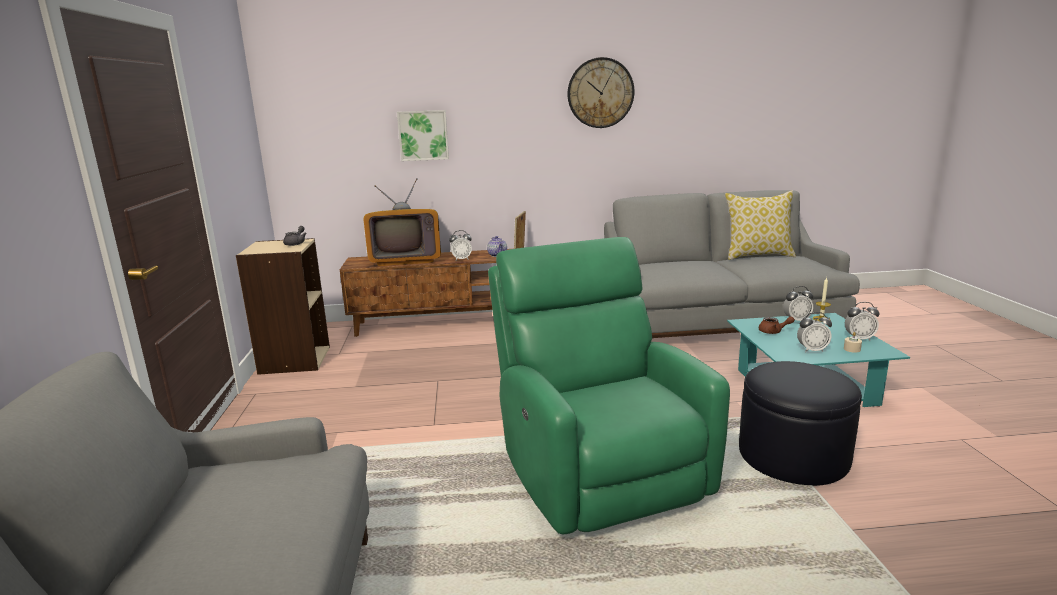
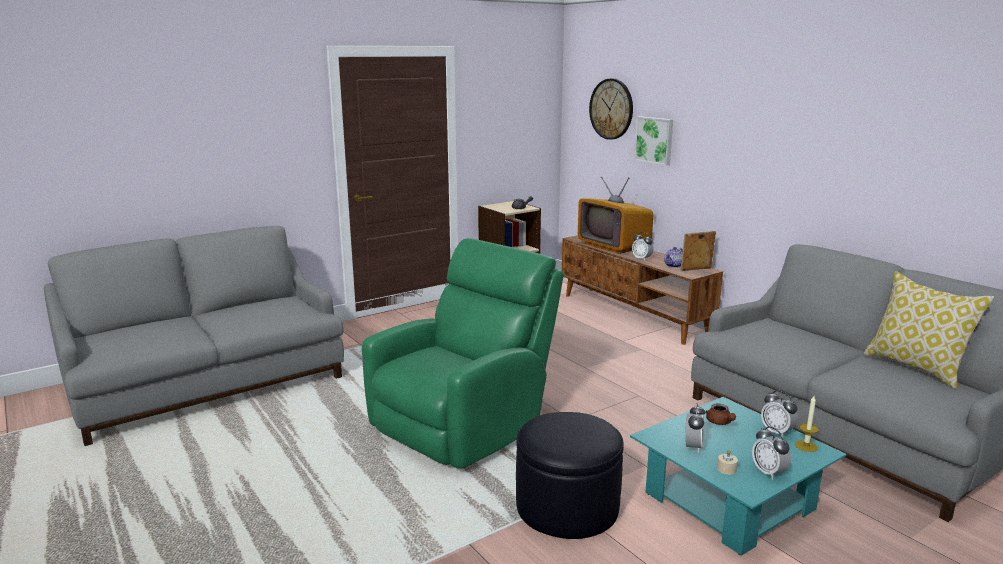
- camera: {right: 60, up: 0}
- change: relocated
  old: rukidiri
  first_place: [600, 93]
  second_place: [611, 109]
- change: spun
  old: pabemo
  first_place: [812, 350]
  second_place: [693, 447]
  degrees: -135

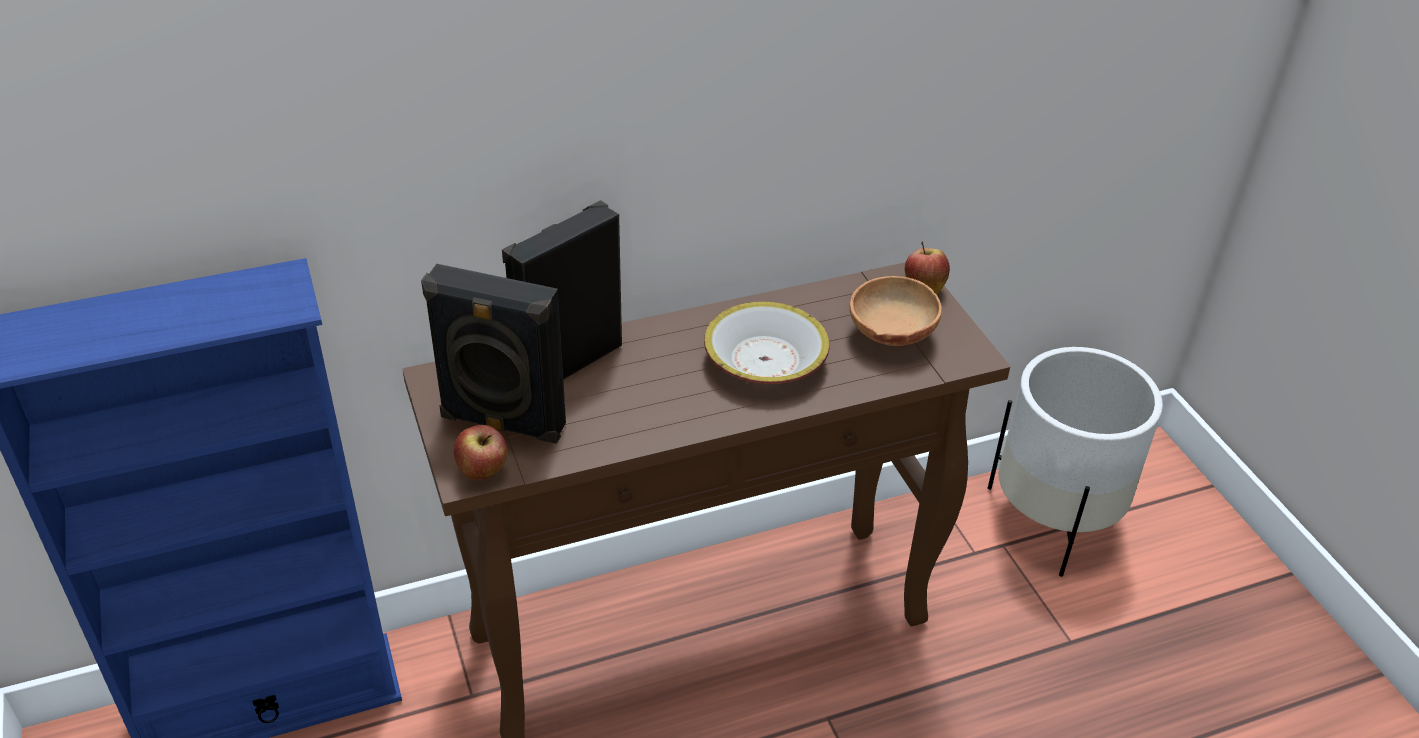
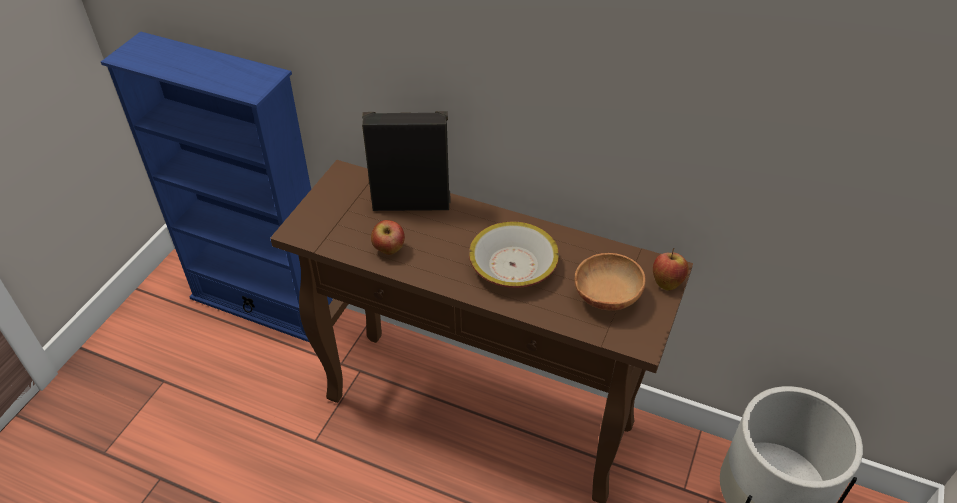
- camera: {right: 45, up: 5}
- change: missing
  old: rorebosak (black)
  first_place: [502, 424]
- change: relocated
  old: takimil
  first_place: [483, 472]
  second_place: [389, 250]

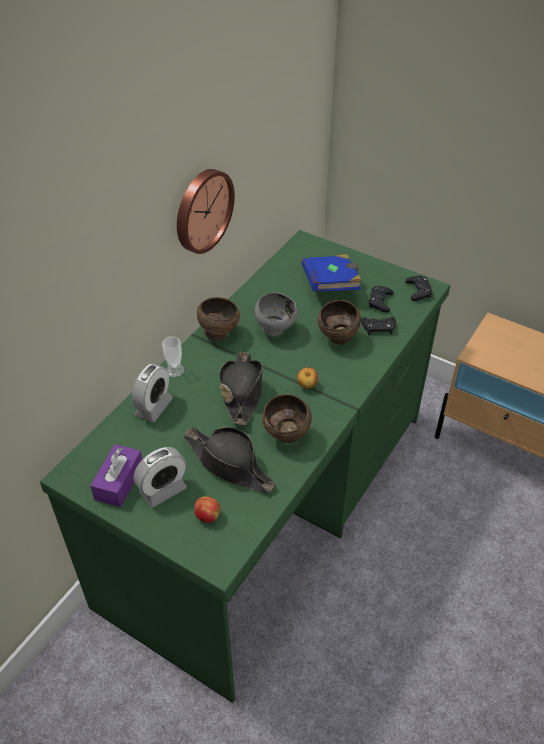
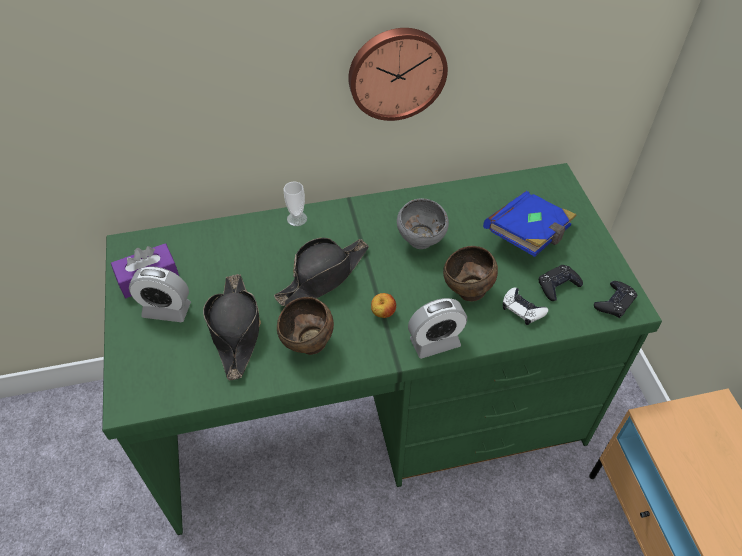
- camera: {right: 45, up: 5}
- change: missing
  old: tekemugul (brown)
  first_place: [218, 334]
- change: colour
  old: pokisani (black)
  new: pokisani (white)
  first_place: [378, 327]
  second_place: [522, 309]
- change: relocated
  old: pabemo
  first_place: [154, 407]
  second_place: [435, 342]
- change: missing
  old: takimil
  first_place: [207, 516]

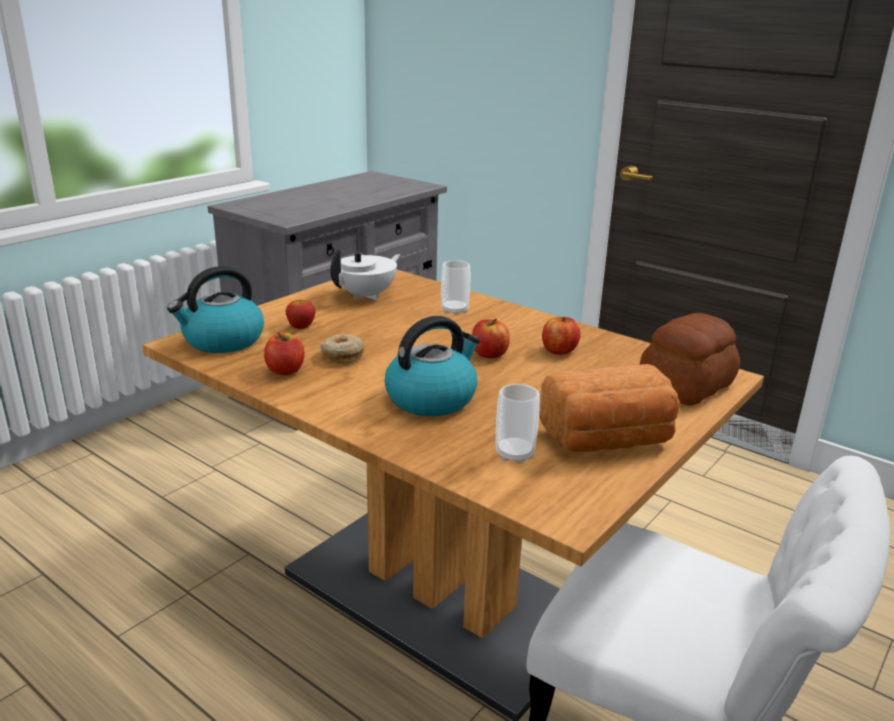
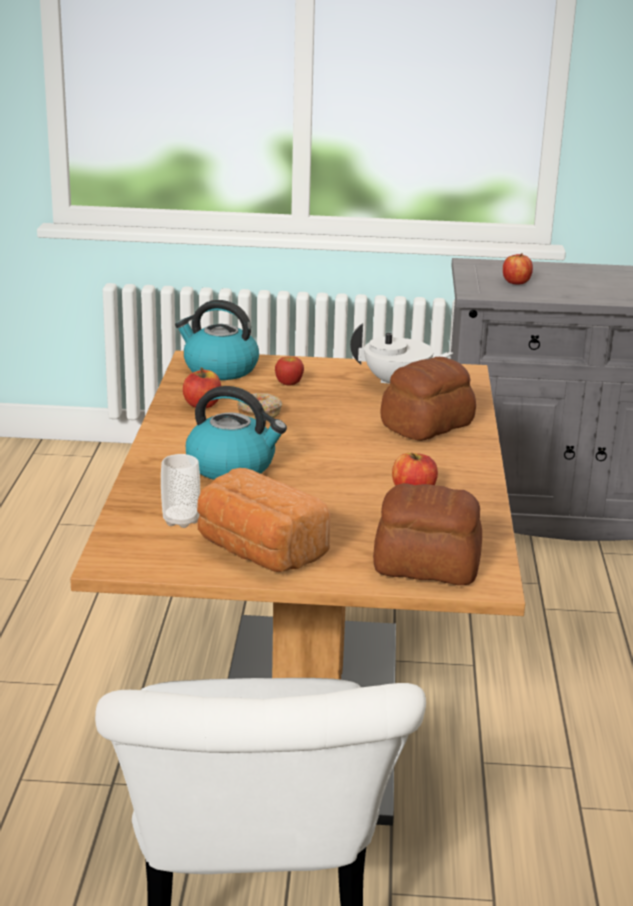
- camera: {right: 55, up: 0}
- change: exchanged
  old: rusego
  new: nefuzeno
  first_place: [454, 311]
  second_place: [428, 425]
- change: relocated
  old: takimil
  first_place: [489, 354]
  second_place: [516, 282]

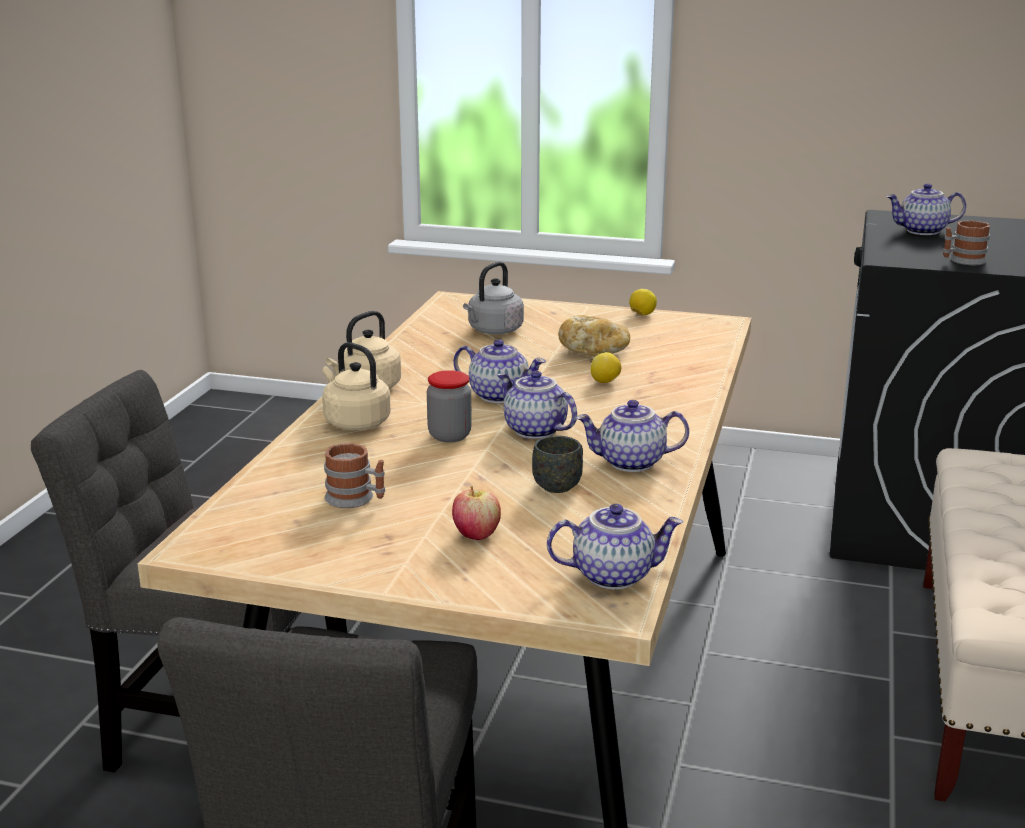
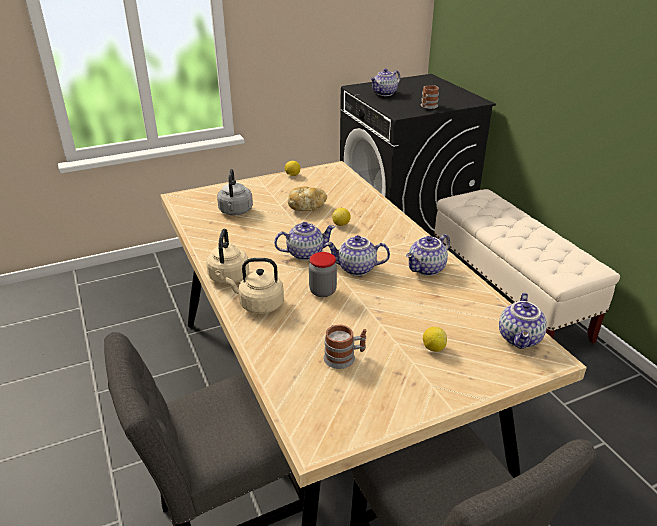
- camera: {right: -40, up: 10}
- change: missing
  old: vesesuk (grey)
  first_place: [561, 483]
- change: exchanged
  old: takimil
  new: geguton
  first_place: [476, 534]
  second_place: [433, 348]
- change: spun
  old: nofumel
  first_place: [613, 575]
  second_place: [520, 339]
  degrees: 150

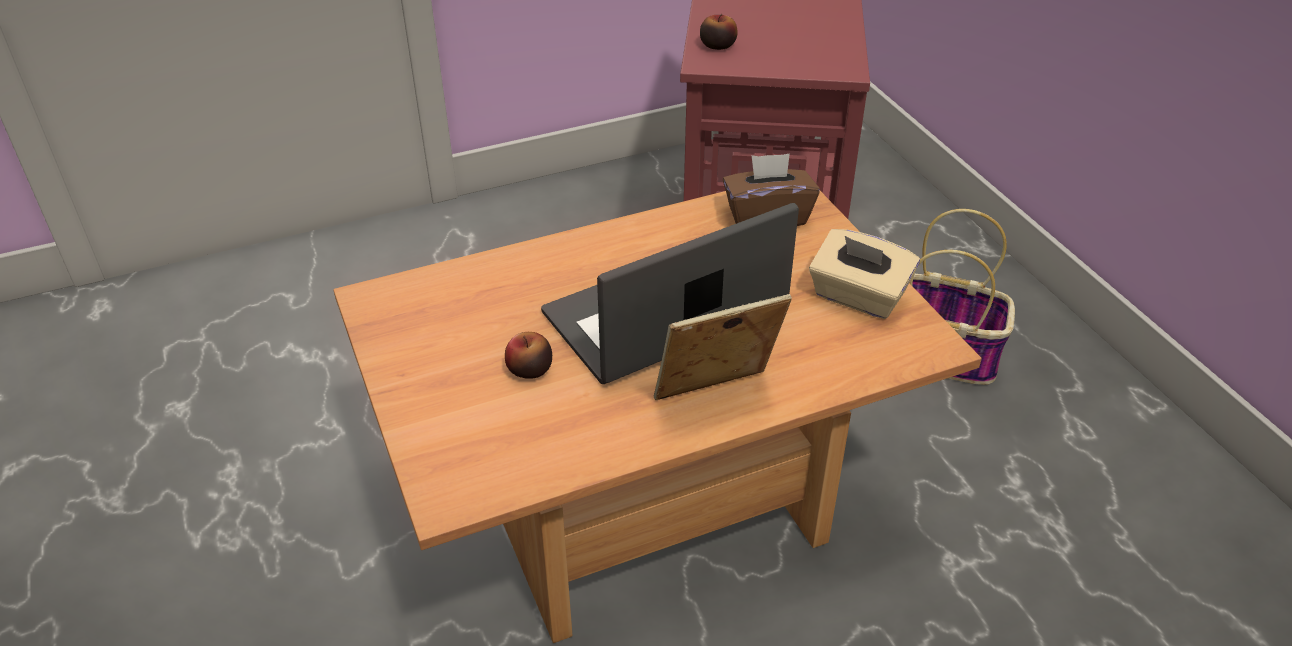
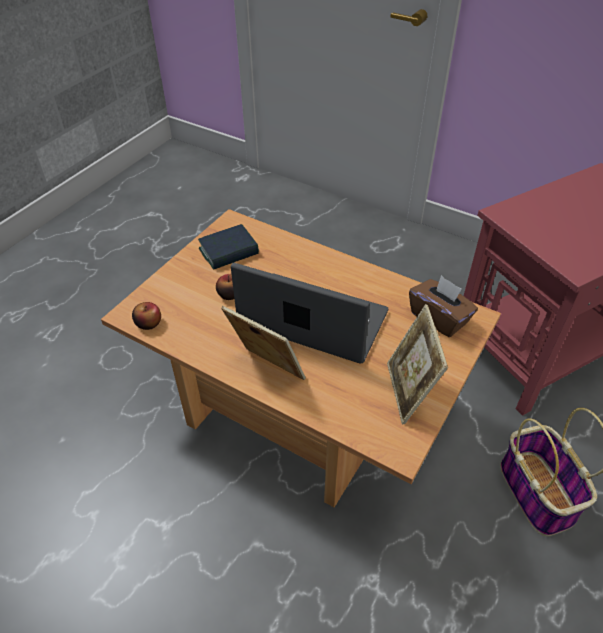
- camera: {right: 55, up: 5}
- change: relocated
  old: takimil
  first_place: [717, 45]
  second_place: [148, 323]
- change: exchanged
  old: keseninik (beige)
  new: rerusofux
  first_place: [858, 297]
  second_place: [409, 392]
- change: appeared
  new: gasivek
  second_place: [229, 252]

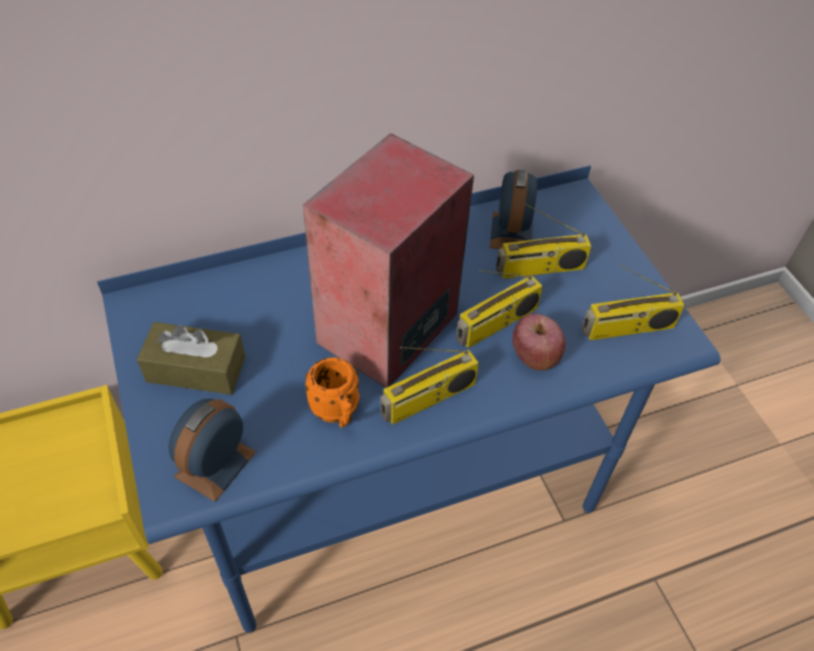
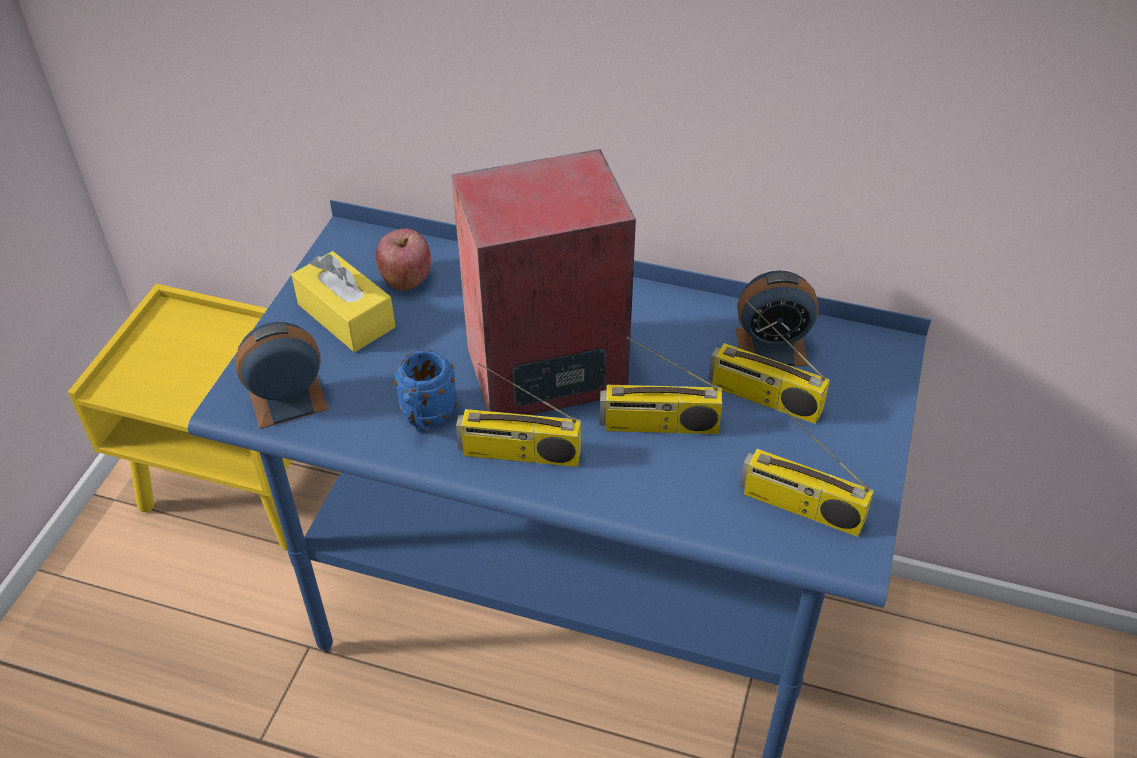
- camera: {right: 40, up: -5}
- change: spun
  old: pabemo
  first_place: [511, 232]
  second_place: [771, 347]
  degrees: -135
- change: relocated
  old: takimil
  first_place: [534, 357]
  second_place: [406, 279]
- change: colour
  old: keseninik (brown)
  new: keseninik (yellow)
  first_place: [196, 369]
  second_place: [346, 316]
- change: colour
  old: vesesuk (orange)
  new: vesesuk (blue)
  first_place: [337, 413]
  second_place: [426, 418]

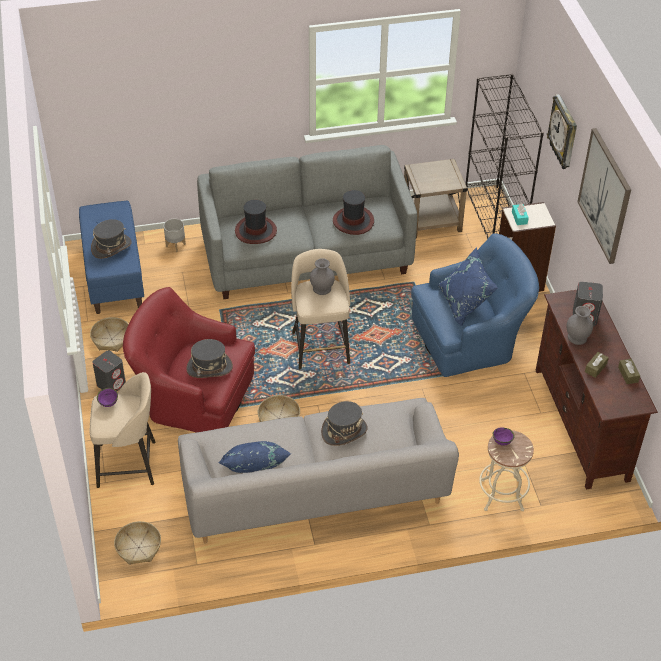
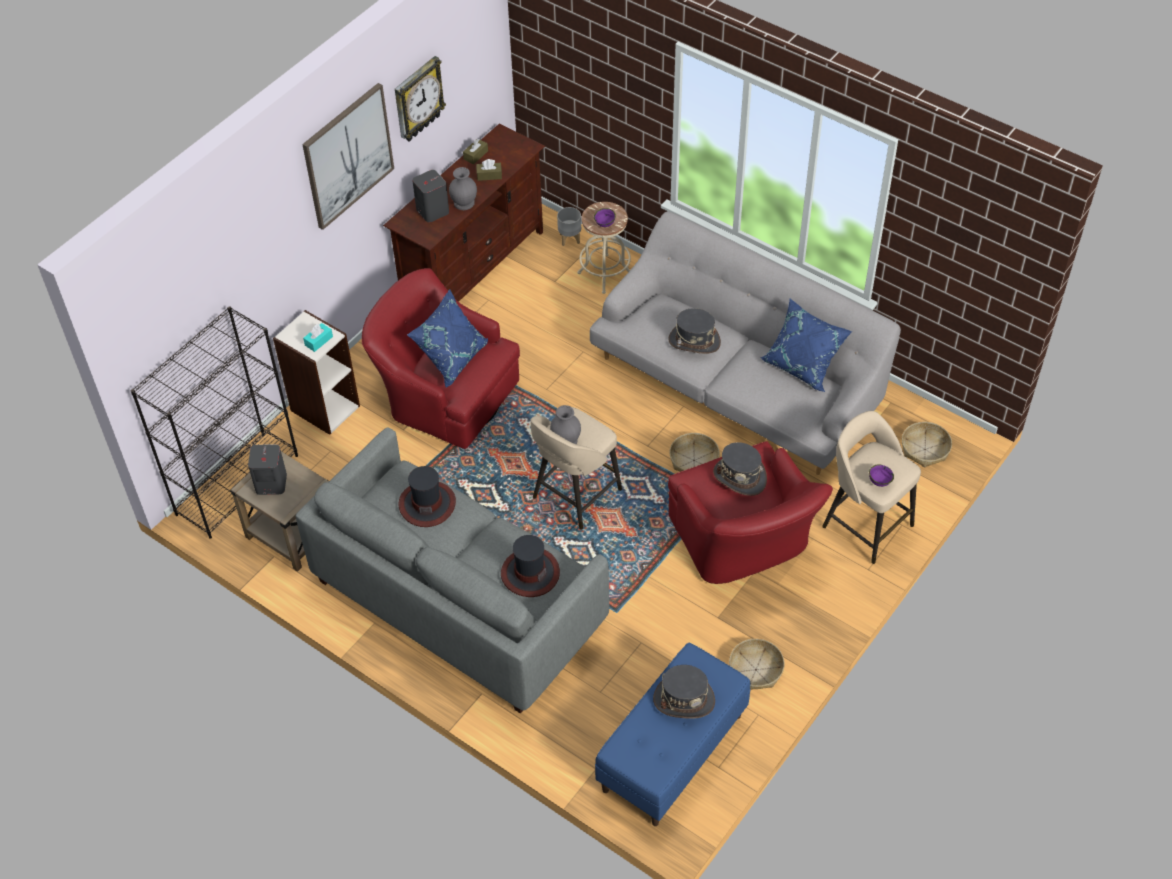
- camera: {right: -130, up: 5}
- change: relocated
  old: rukidiri
  first_place: [564, 133]
  second_place: [417, 99]
- change: relocated
  old: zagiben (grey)
  first_place: [176, 245]
  second_place: [569, 238]
- change: colour
  old: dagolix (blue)
  new: dagolix (red)
  first_place: [470, 338]
  second_place: [445, 395]
- change: relocated
  old: rorebosak (grey)
  first_place: [111, 384]
  second_place: [270, 483]

